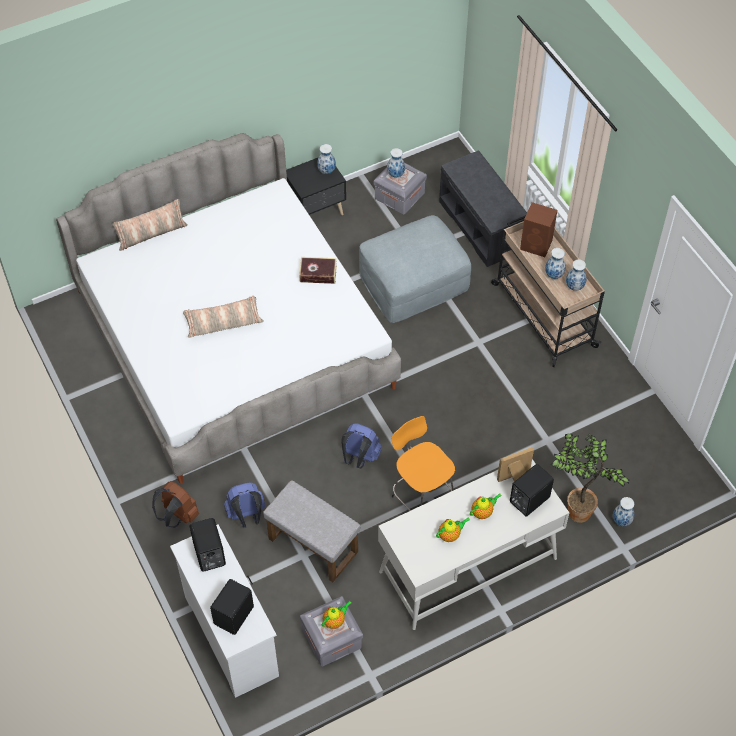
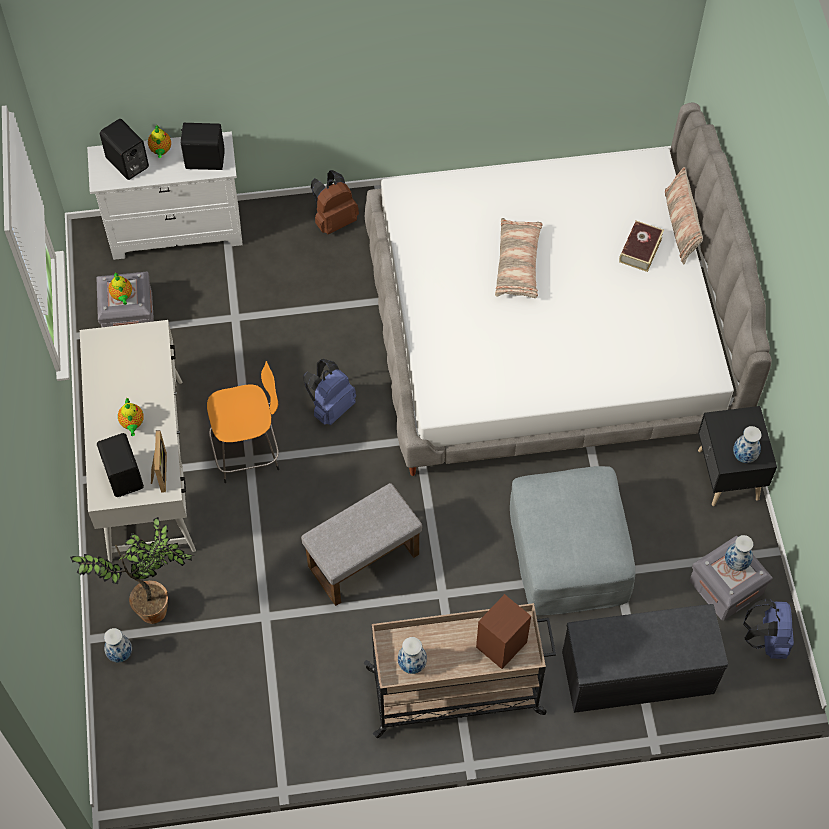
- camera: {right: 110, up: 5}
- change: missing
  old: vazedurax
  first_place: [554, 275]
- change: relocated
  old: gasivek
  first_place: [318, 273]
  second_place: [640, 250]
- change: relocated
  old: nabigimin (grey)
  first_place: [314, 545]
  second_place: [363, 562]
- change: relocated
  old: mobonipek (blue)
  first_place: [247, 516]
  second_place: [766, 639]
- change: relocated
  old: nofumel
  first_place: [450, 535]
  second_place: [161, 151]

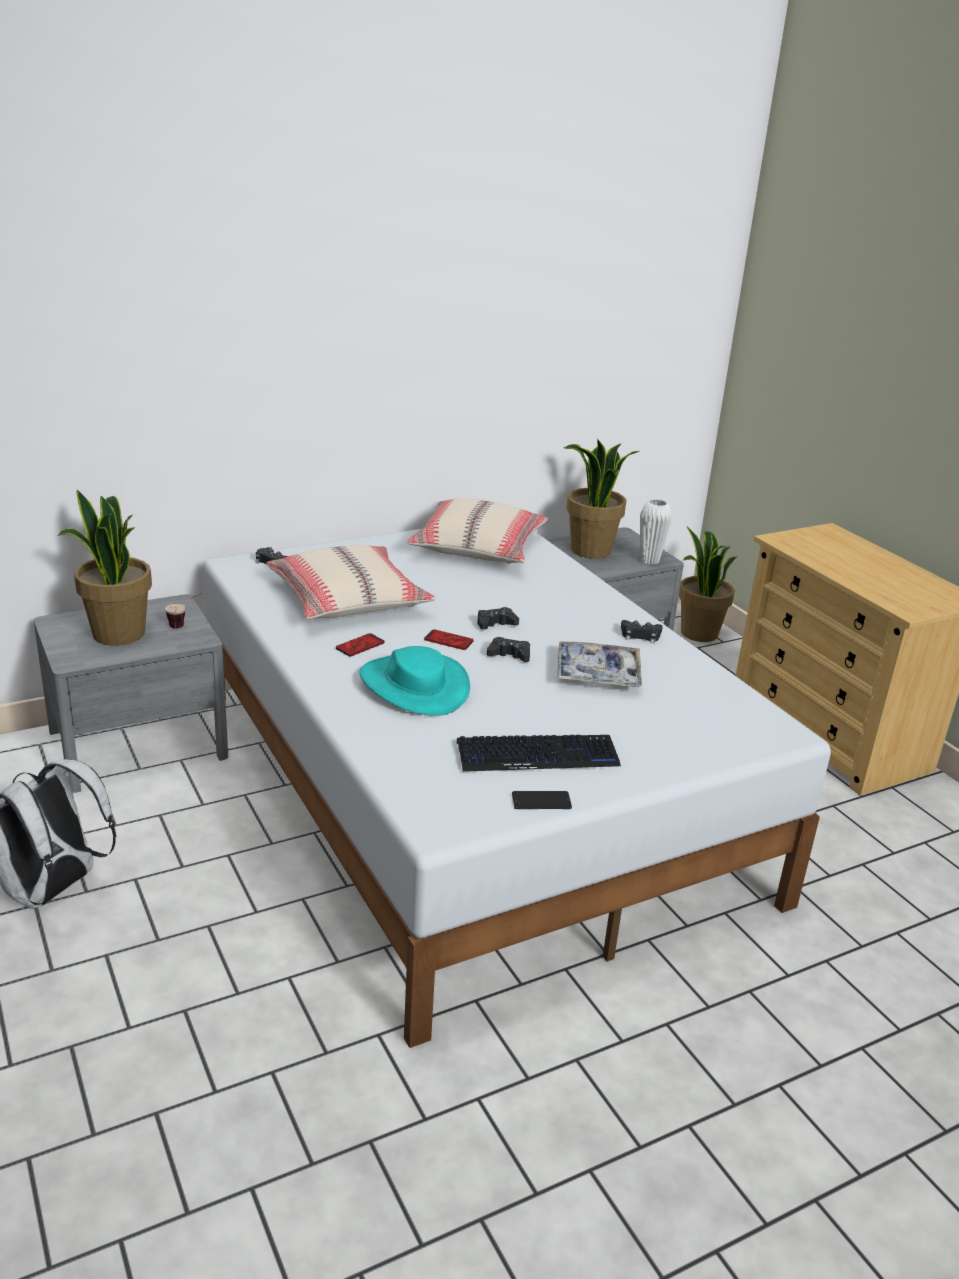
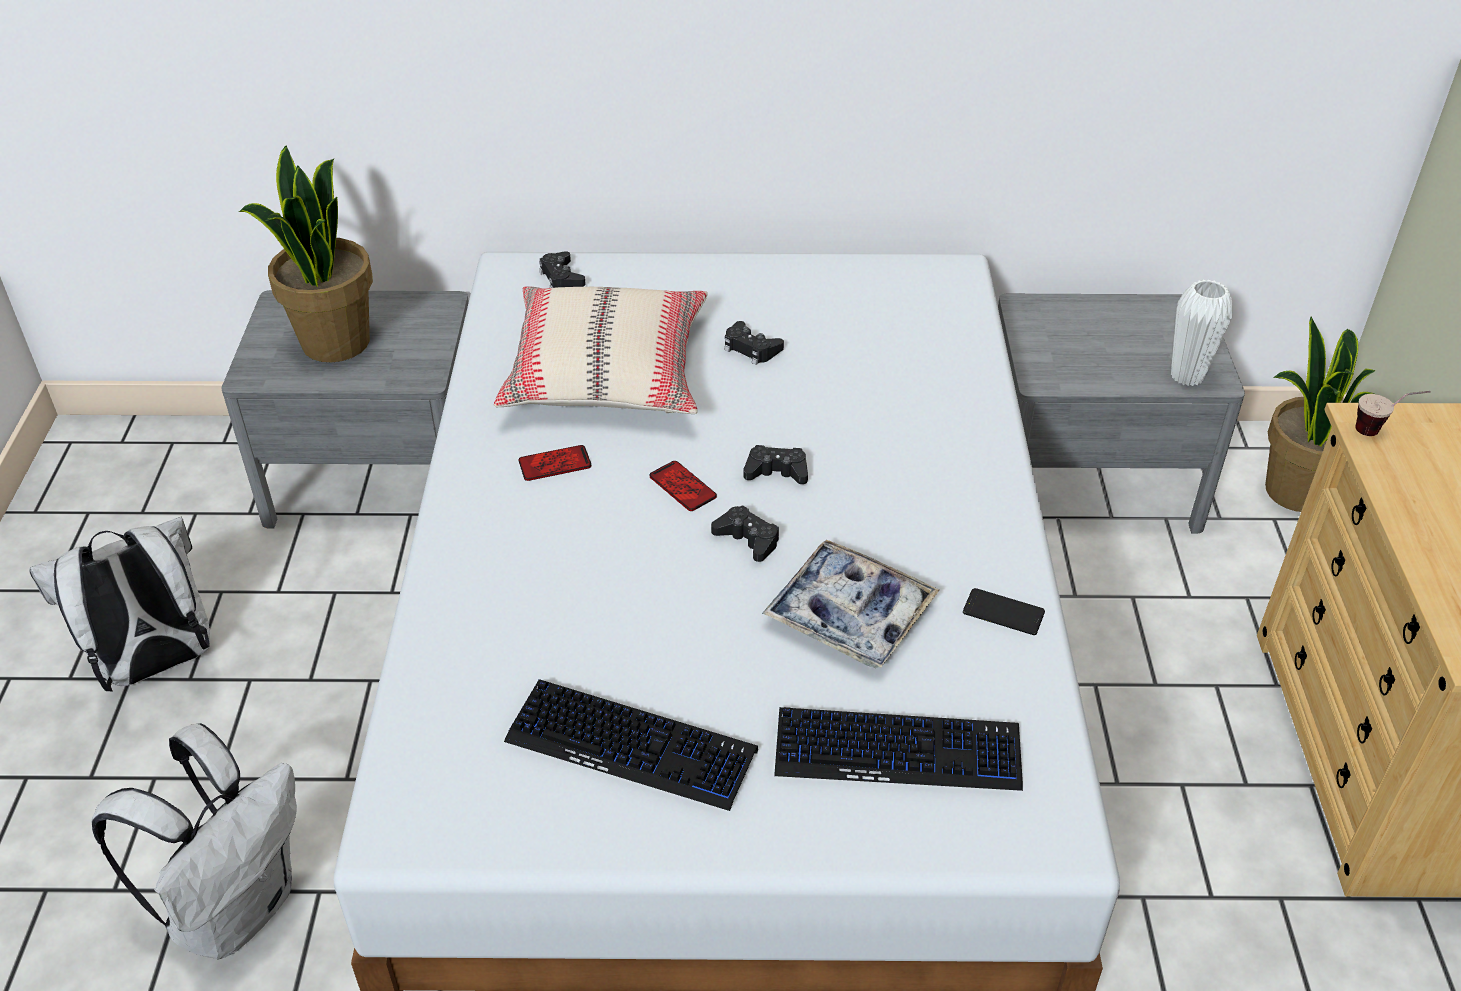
- camera: {right: 30, up: 15}
- change: missing
  old: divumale
  first_place: [590, 551]
- change: missing
  old: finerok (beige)
  first_place: [478, 547]
- change: relocated
  old: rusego
  first_place: [185, 625]
  second_place: [1381, 431]
- change: relocated
  old: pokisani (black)
  first_place: [640, 635]
  second_place: [751, 348]
- change: missing
  old: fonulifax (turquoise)
  first_place: [414, 685]
- change: relocated
  old: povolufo
  first_place: [541, 801]
  second_place: [1003, 612]
- change: appeared
  new: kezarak
  second_place: [897, 751]
- change: appeared
  new: mobonipek (white)
  second_place: [236, 907]

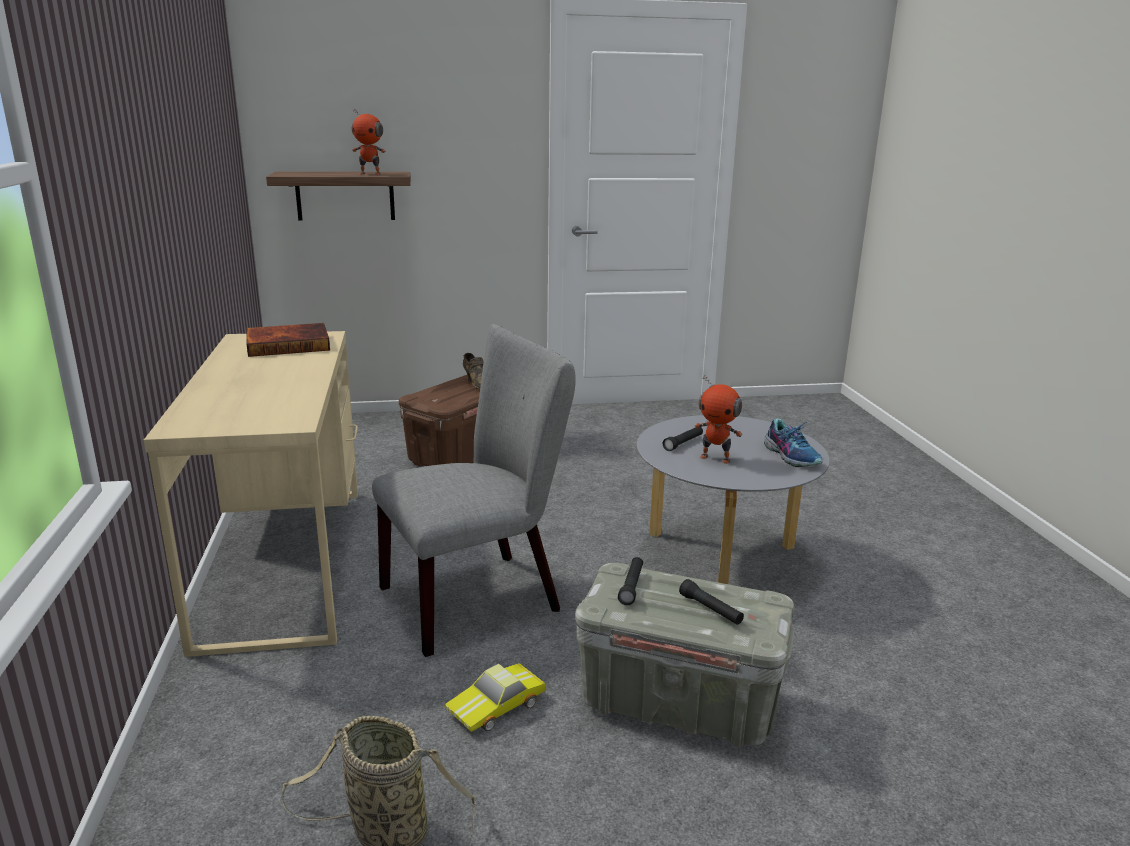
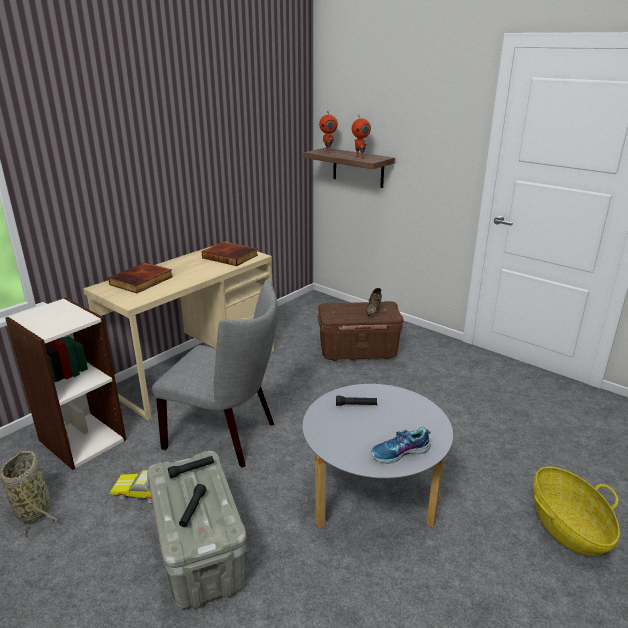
- camera: {right: 50, up: 5}
- change: relocated
  old: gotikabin
  first_place: [715, 458]
  second_place: [328, 152]
- change: spun
  old: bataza
  first_place: [792, 456]
  second_place: [400, 453]
  degrees: 45
- change: appeared
  new: gasivek
  second_place: [142, 281]
- change: appeared
  new: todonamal
  second_place: [82, 439]
- change: appeared
  new: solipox
  second_place: [567, 527]

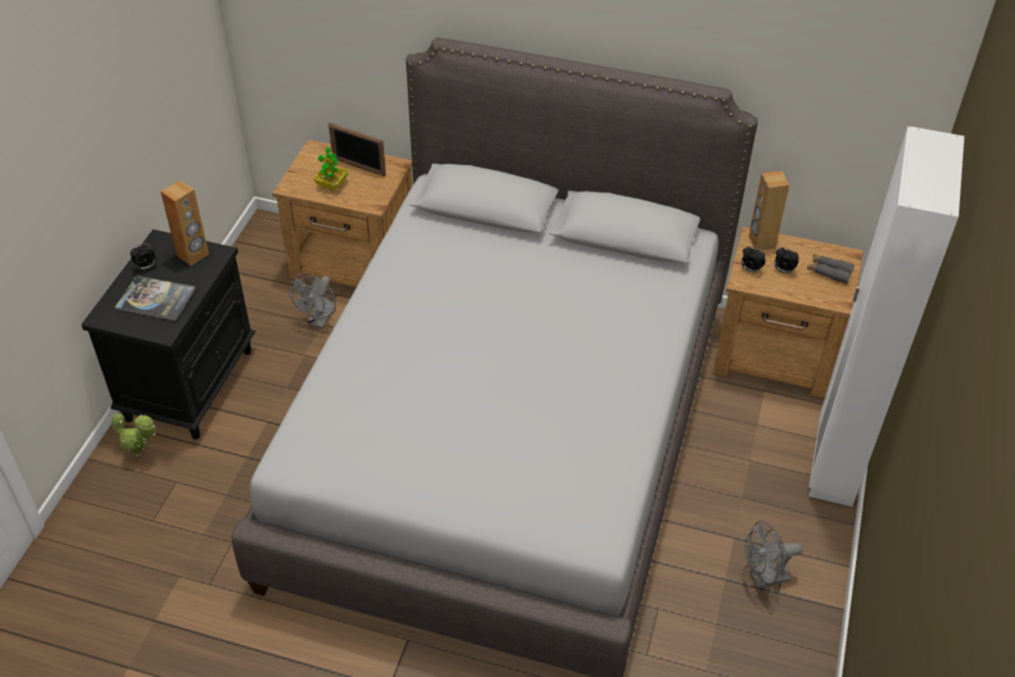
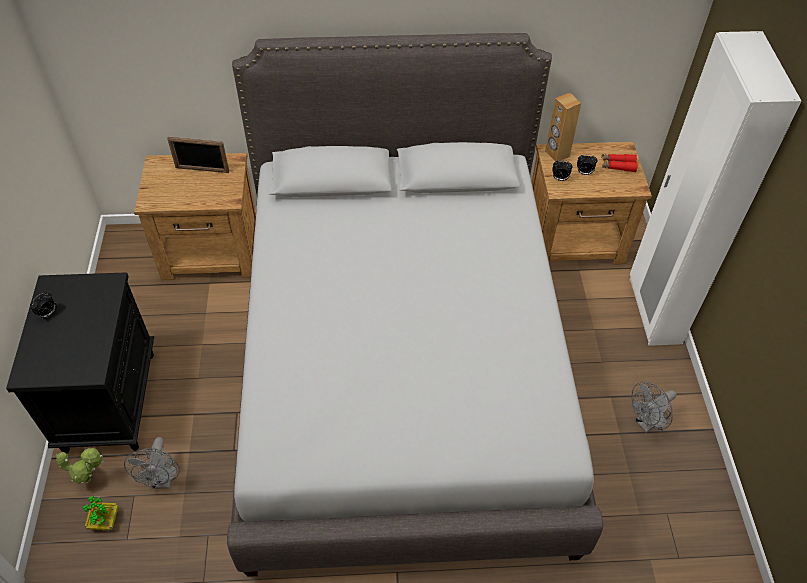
- camera: {right: -20, up: 5}
- change: relocated
  old: divumale
  first_place: [332, 184]
  second_place: [105, 520]
- change: missing
  old: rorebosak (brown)
  first_place: [193, 255]
- change: colour
  old: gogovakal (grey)
  new: gogovakal (red)
  first_place: [829, 272]
  second_place: [617, 165]
- change: relocated
  old: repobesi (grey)
  first_place: [319, 320]
  second_place: [163, 480]
- change: missing
  old: gasivek
  first_place: [156, 299]

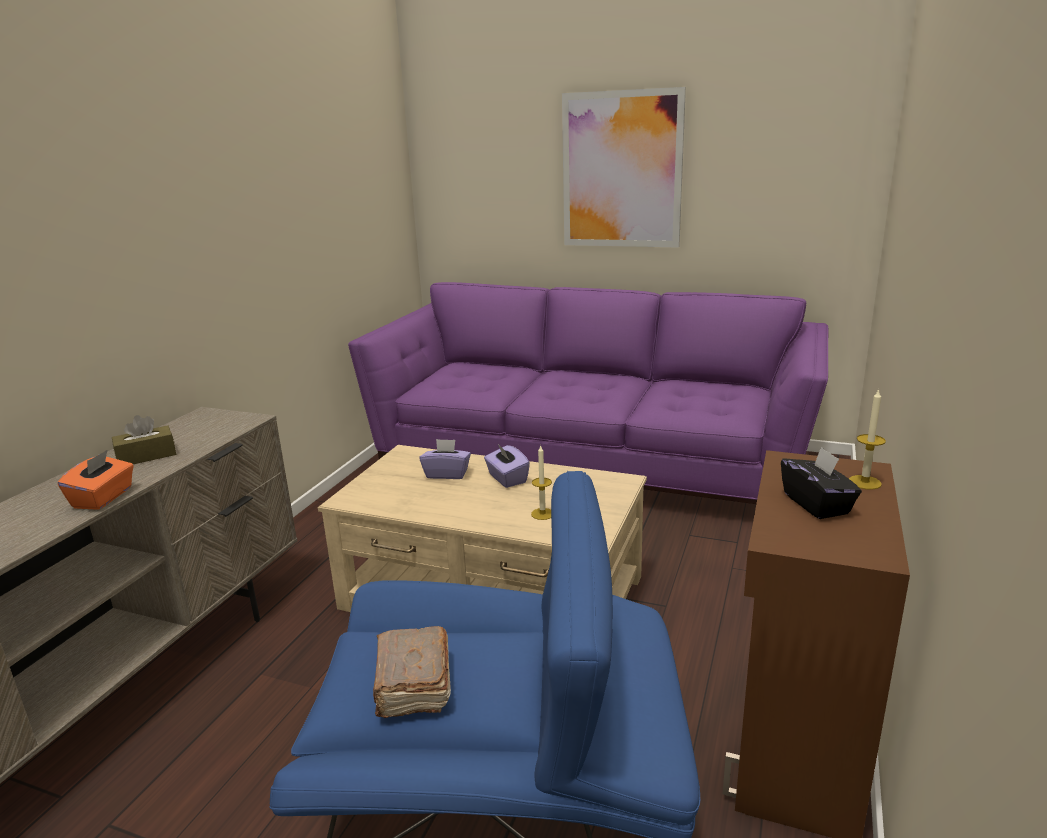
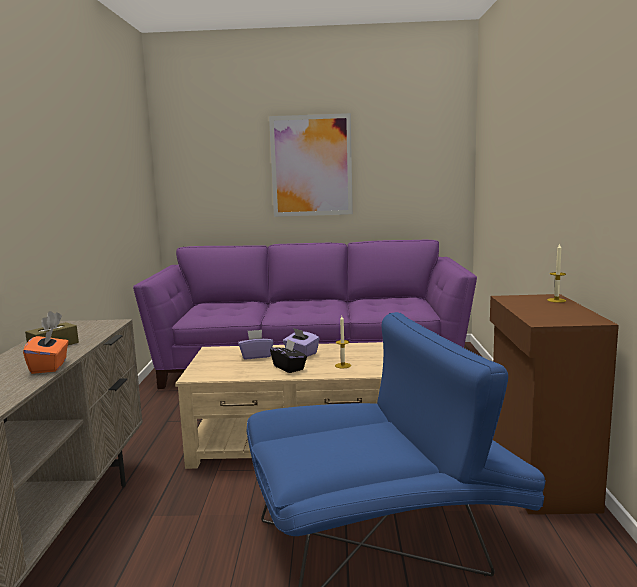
- camera: {right: -20, up: -10}
- change: relocated
  old: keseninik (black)
  first_place: [817, 504]
  second_place: [289, 368]
- change: missing
  old: gasivek (brown)
  first_place: [412, 685]

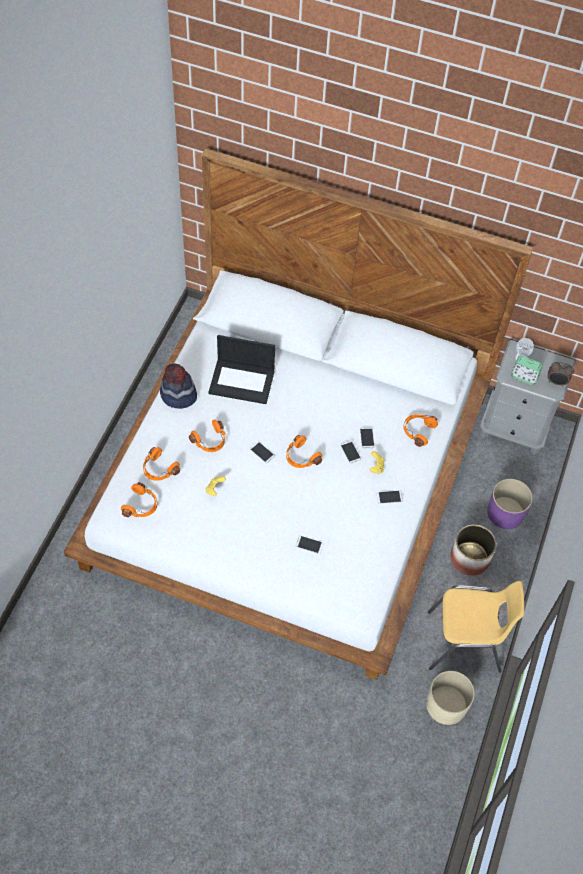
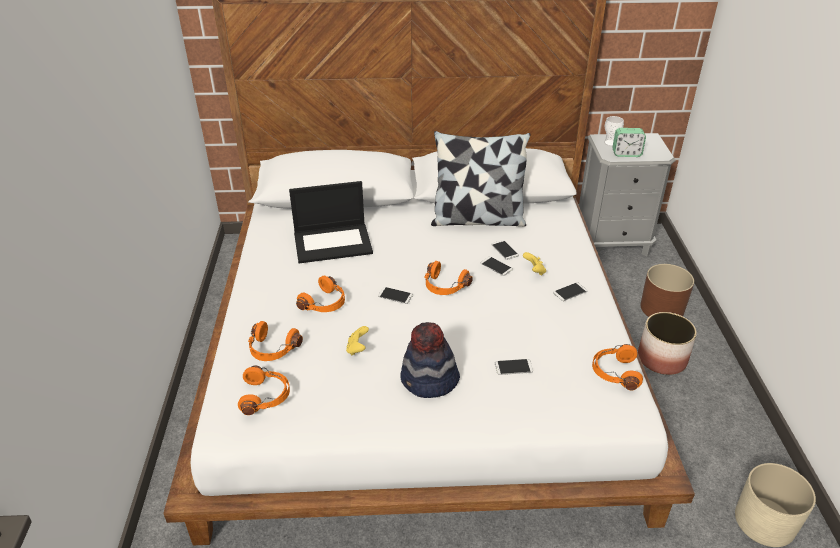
- camera: {right: -20, up: -20}
- change: missing
  old: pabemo
  first_place: [556, 382]
- change: relocated
  old: fonulifax
  first_place: [178, 395]
  second_place: [429, 381]
- change: relocated
  old: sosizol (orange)
  first_place: [417, 431]
  second_place: [614, 373]
- change: colour
  old: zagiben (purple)
  new: zagiben (brown)
  first_place: [505, 513]
  second_place: [662, 308]
- change: missing
  old: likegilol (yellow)
  first_place: [465, 643]
- change: appeared
  new: finerok
  second_place: [477, 219]

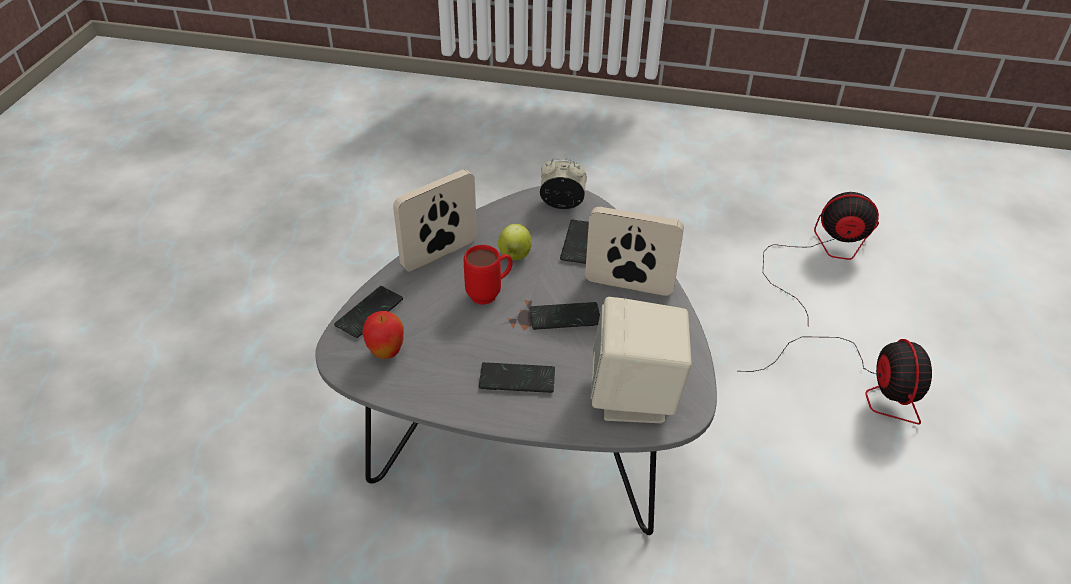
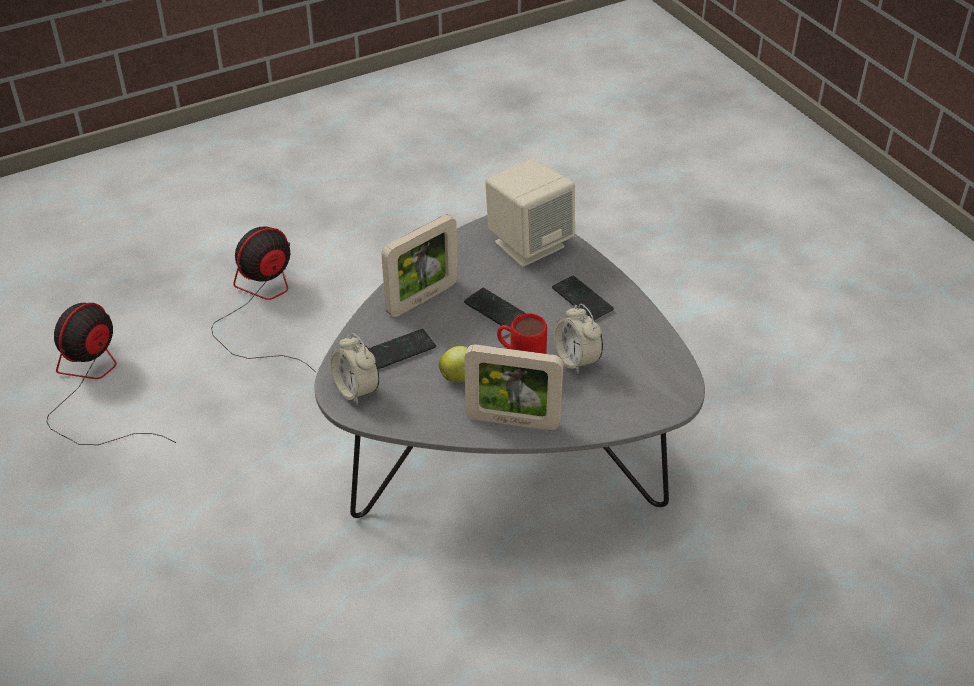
- camera: {right: -130, up: 0}
- change: spun
  old: repobesi
  first_place: [820, 257]
  second_place: [94, 386]
  degrees: 60
- change: spun
  old: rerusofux
  first_place: [629, 285]
  second_place: [422, 298]
  degrees: -105
- change: missing
  old: povolufo
  first_place: [369, 313]
- change: missing
  old: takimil
  first_place: [386, 353]
- change: appeared
  new: pabemo
  second_place: [576, 360]

